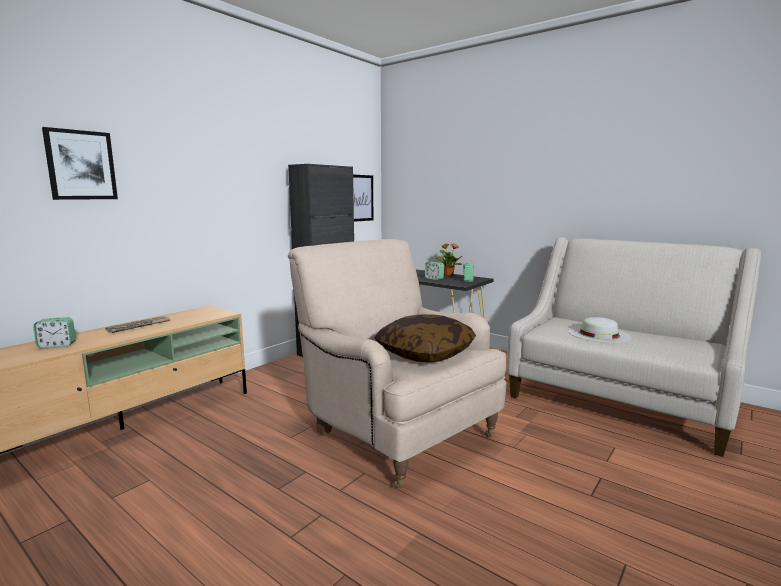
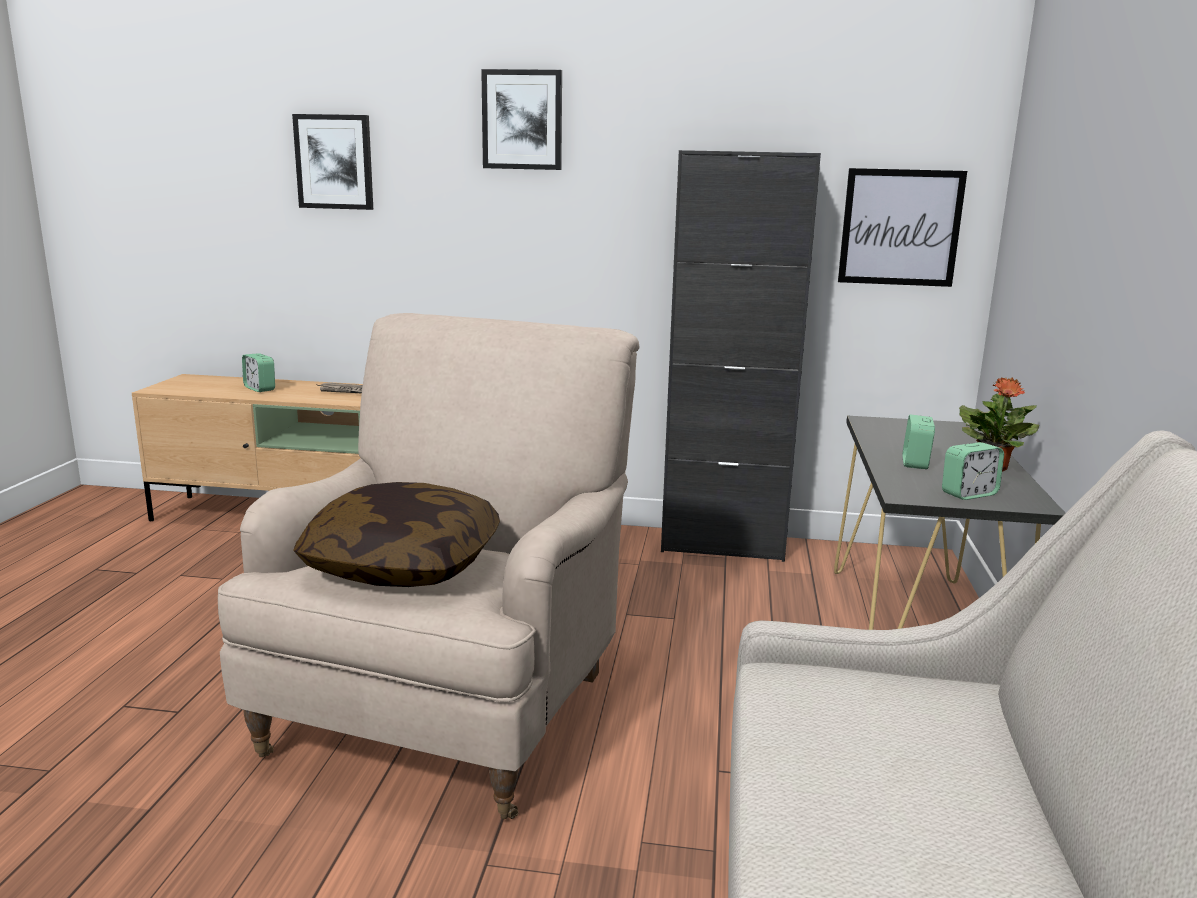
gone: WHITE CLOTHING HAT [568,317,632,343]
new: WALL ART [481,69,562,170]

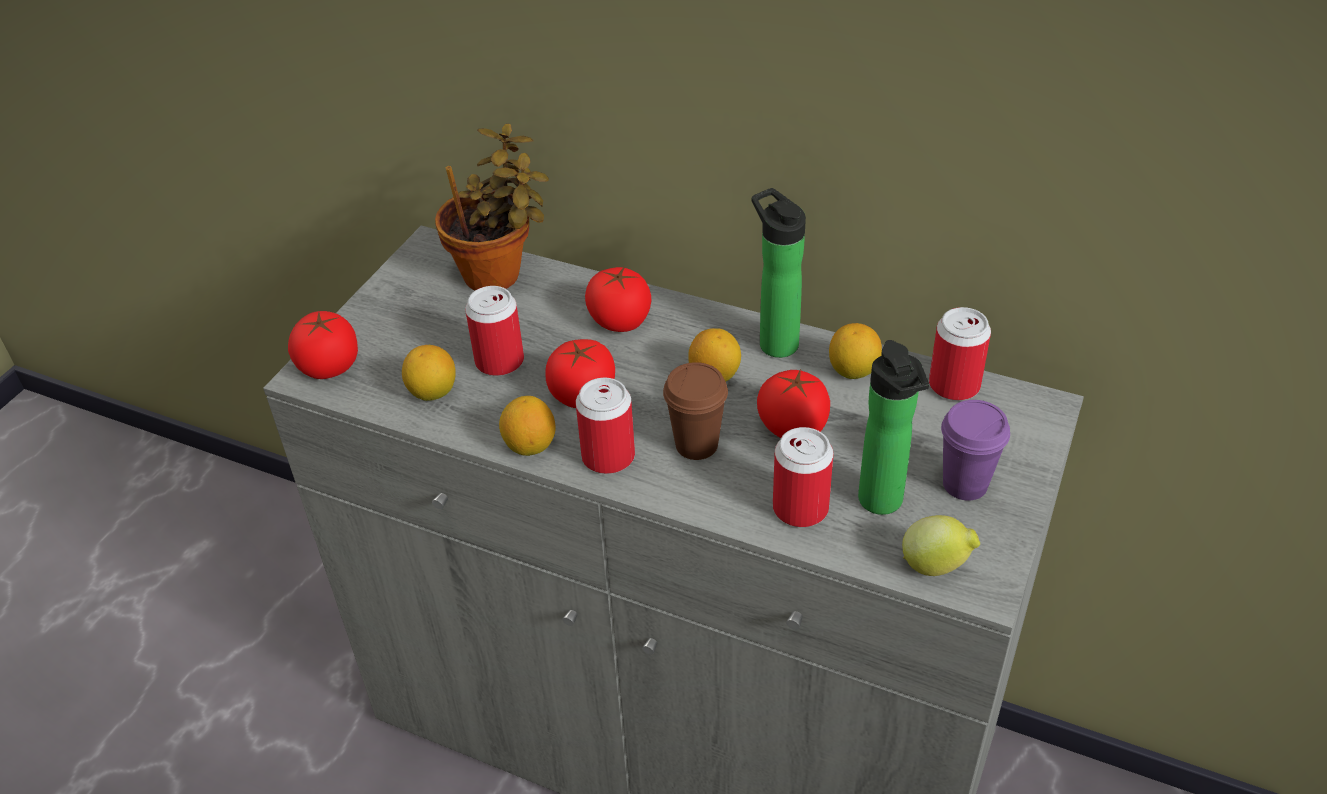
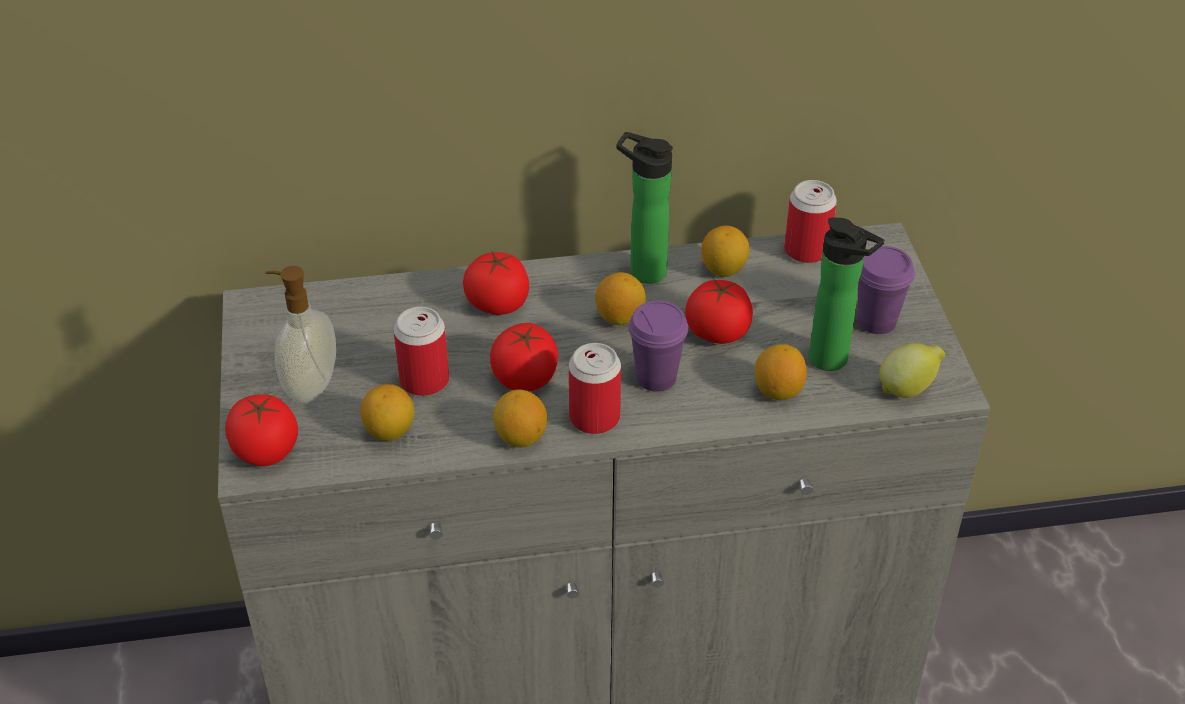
gone: HOUSEPLANT [435,123,549,290]
new: SOAP BOTTLE [265,266,336,403]
swapped: CAN [773,427,834,527] to WHOLE LEMON [755,344,807,400]
repainted: BROWNISH SMALL CUP [663,362,728,460] to PURPLE-COLOURED SMALL CUP [628,301,688,392]

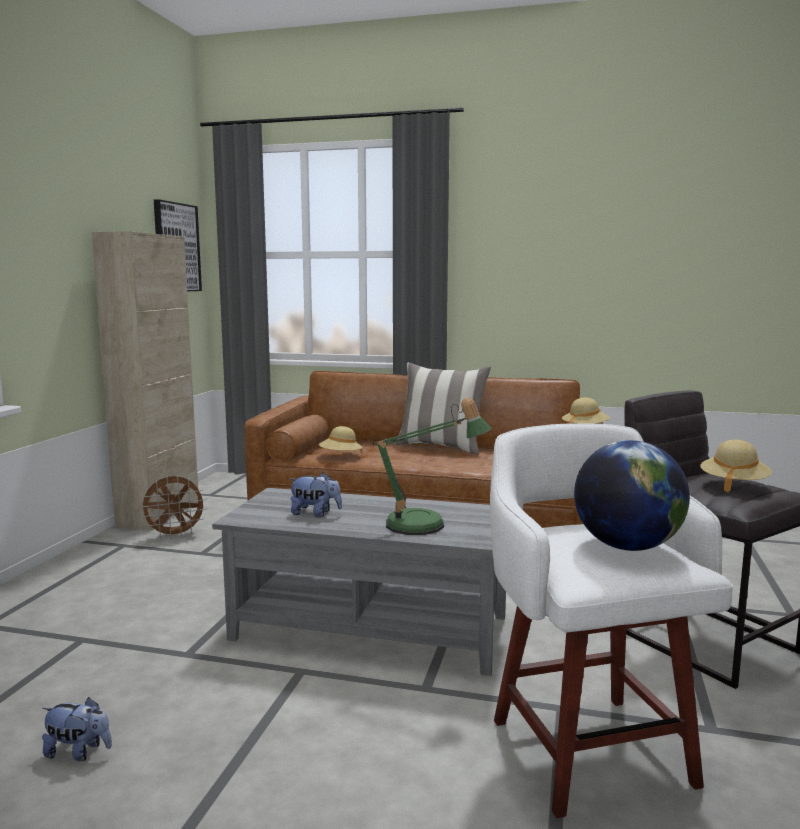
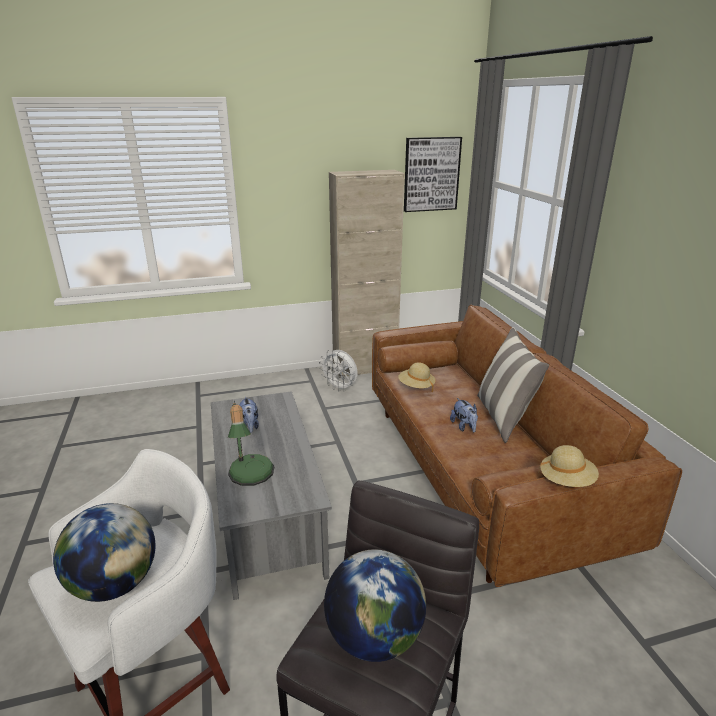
shifted: CUDDLY TOY [42,697,112,761] to [450,398,478,432]
swapped: BEIGE CLOTHING HAT [700,440,772,493] to WORLD GLOBE [324,549,426,662]
repainted: BROWNISH FAN [139,475,208,539] to WHITE FAN [319,350,357,391]

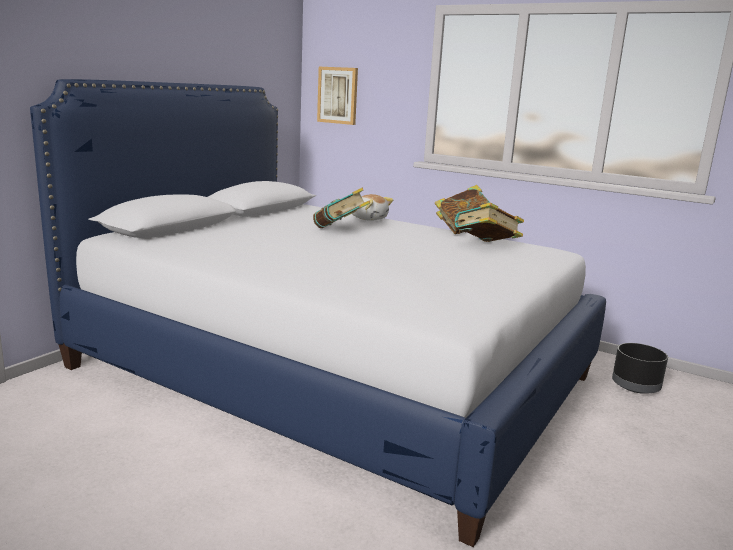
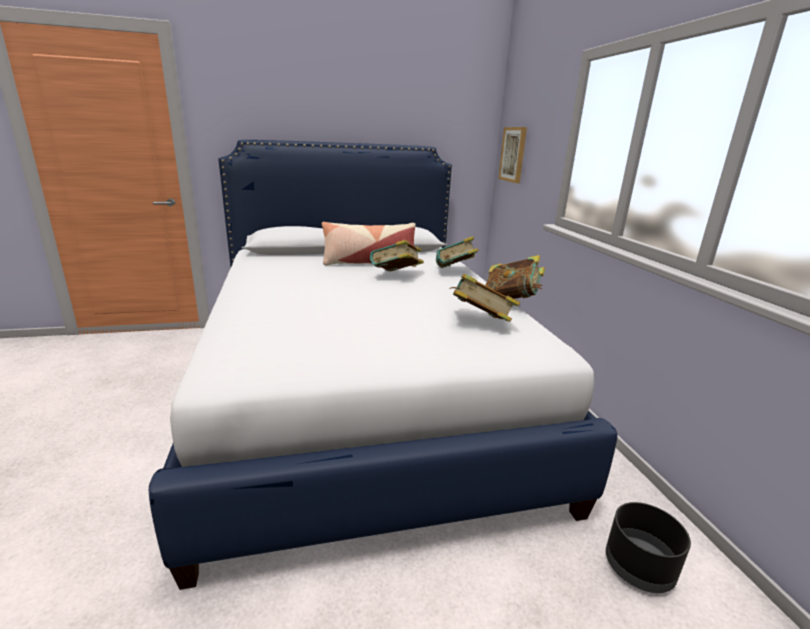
new: PILLOW [322,222,417,267]
swapped: CUDDLY TOY [352,194,394,221] to BOOK [436,236,478,268]

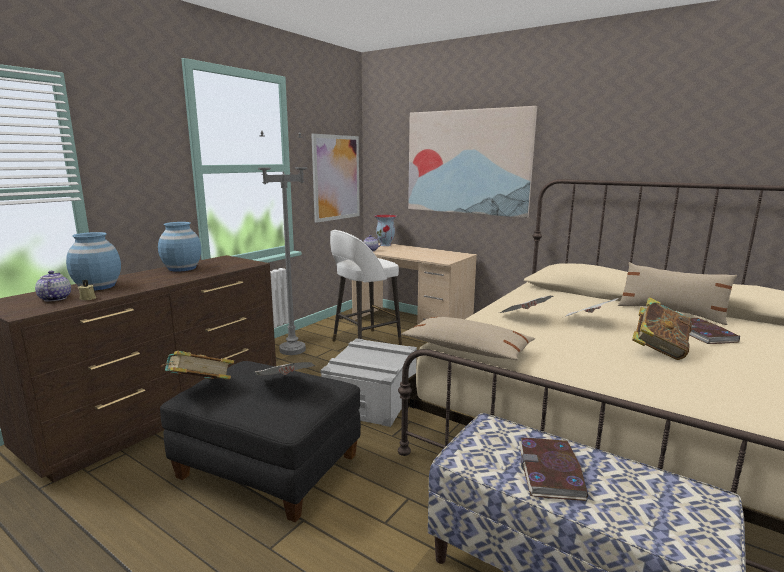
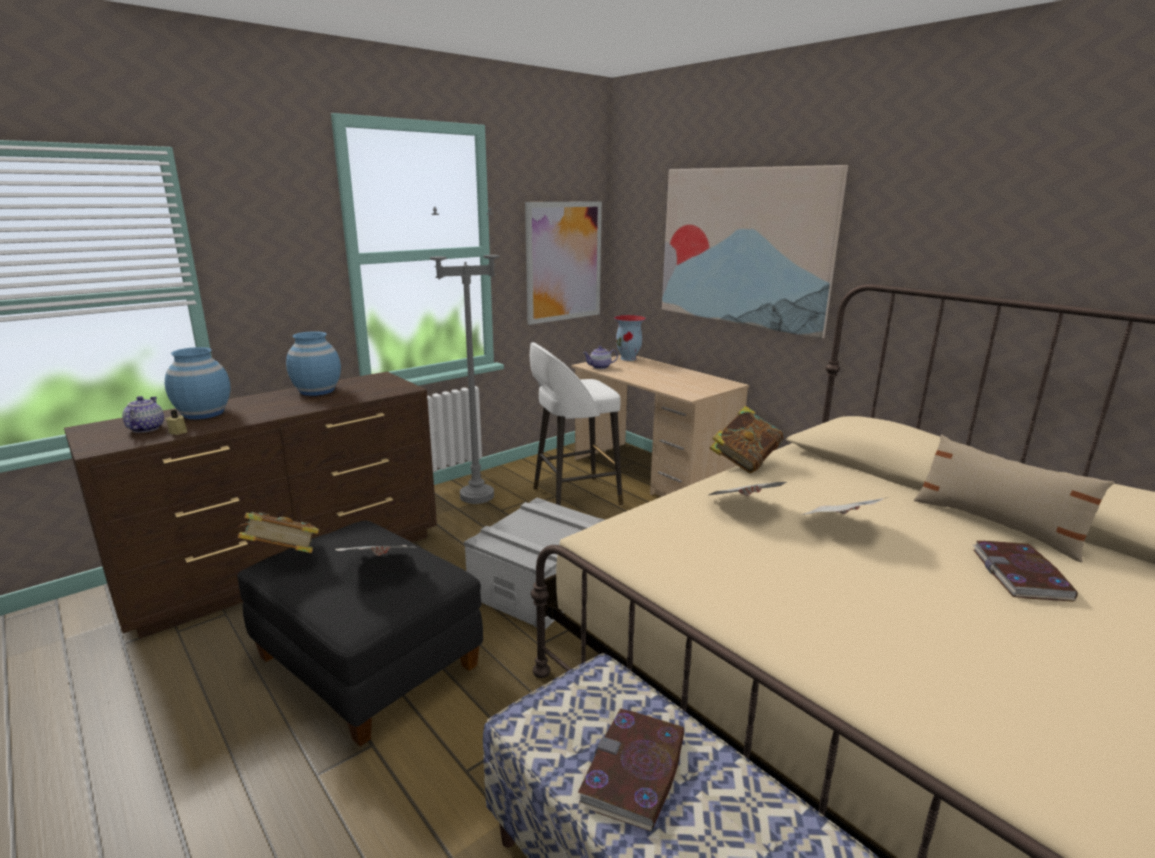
gone: BEIGE PILLOW [401,317,535,360]
shifted: BOOK [632,297,692,360] to [710,406,783,473]

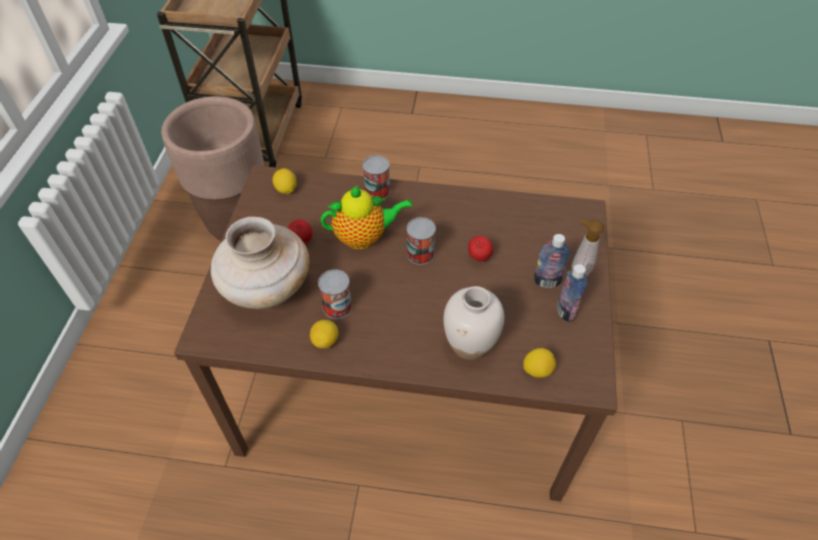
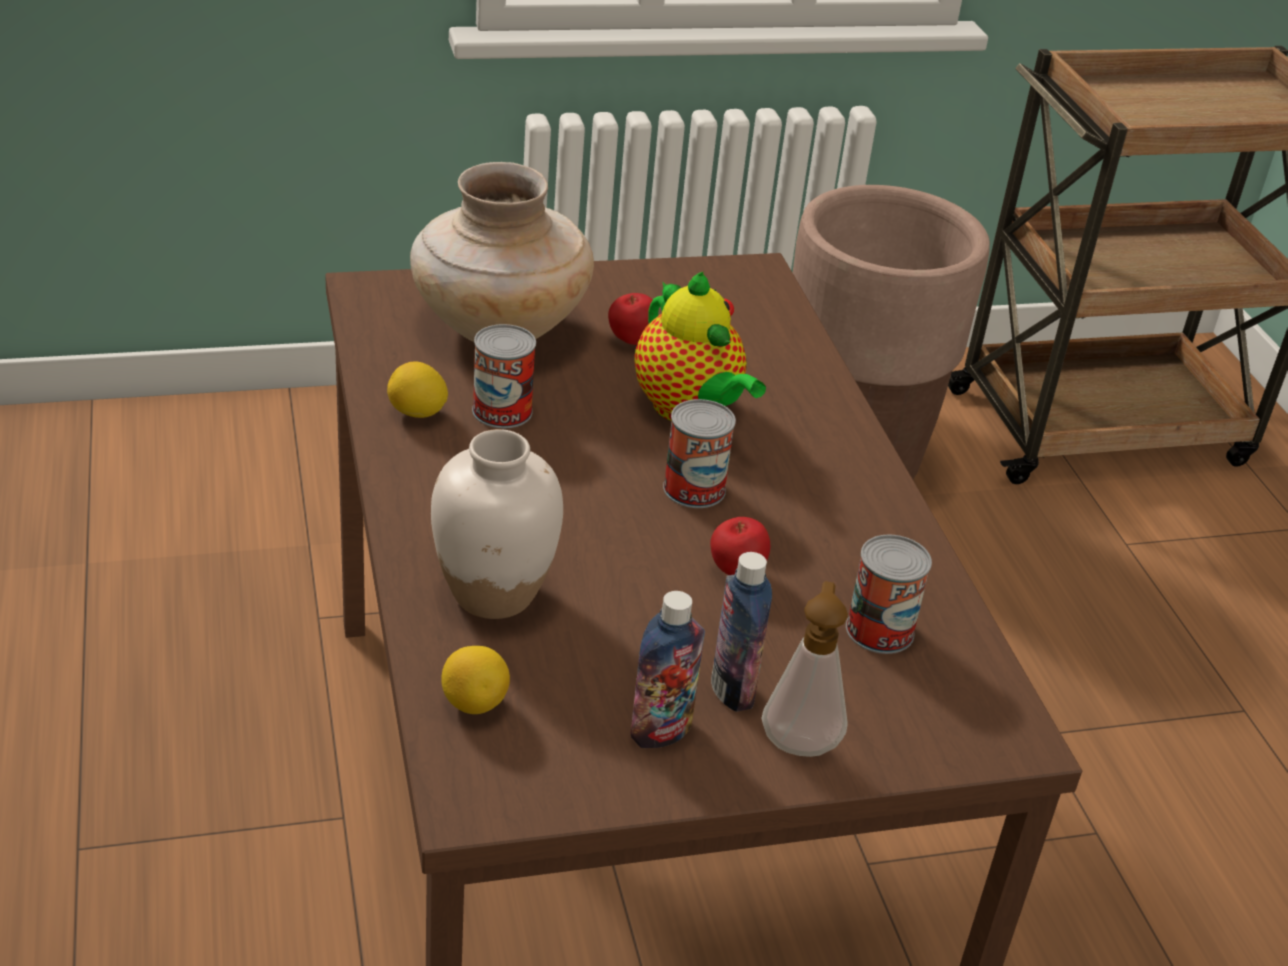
gone: WHOLE LEMON [272,168,296,194]
shifted: CAN [363,155,390,199] to [846,535,932,654]

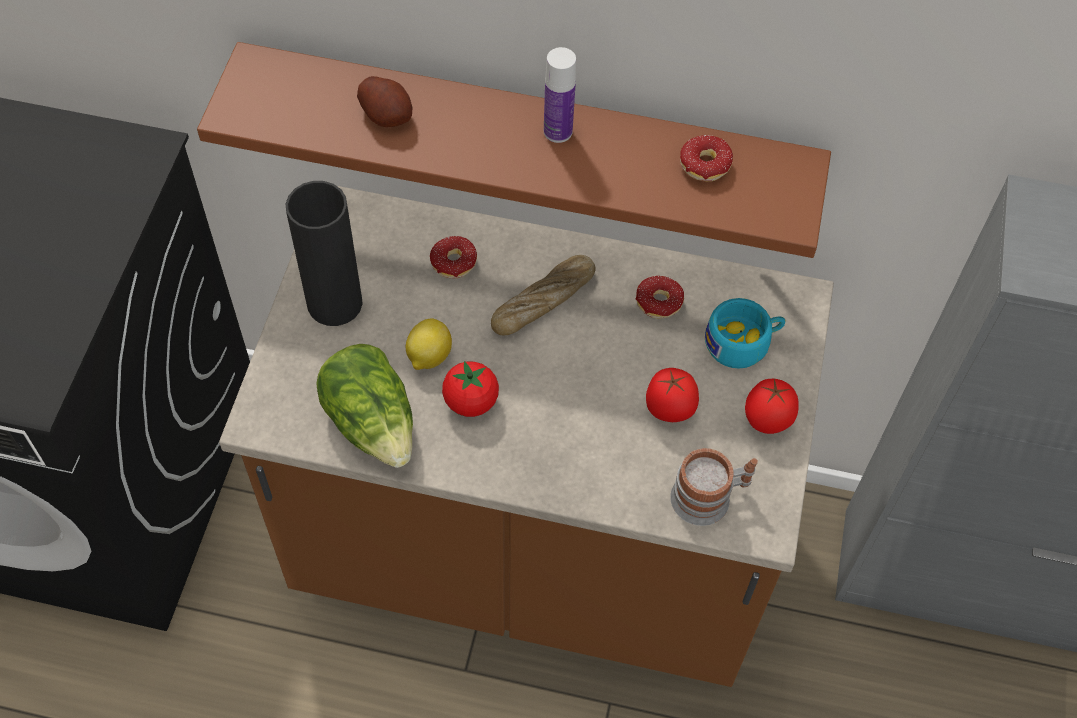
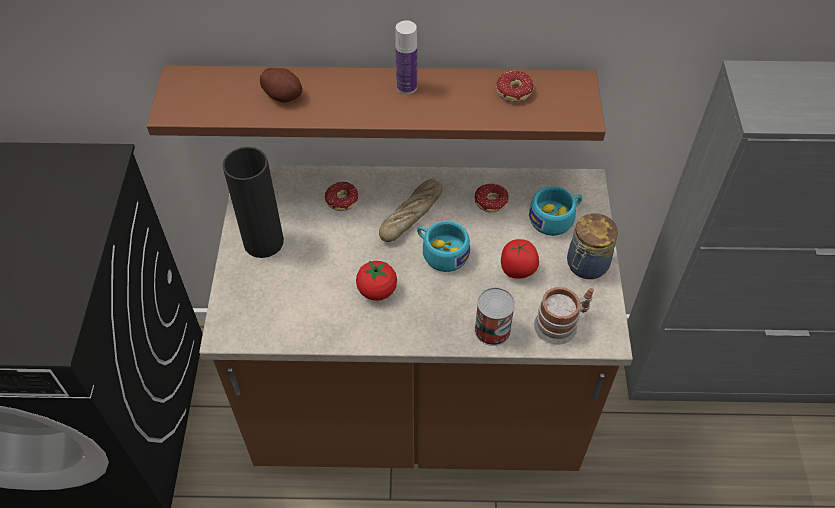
gone: LETTUCE HEAD [316,344,413,468]; WHOLE LEMON [406,318,452,370]
new: TURQUOISE-COLOURED SMALL CUP [417,221,470,272]; CAN [475,287,515,346]
swapped: WHOLE TOMATO [745,379,799,434] to JAR [567,213,618,279]

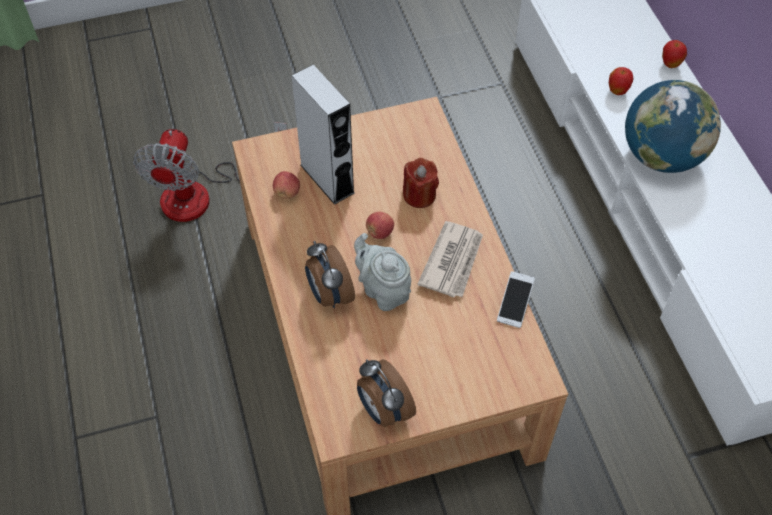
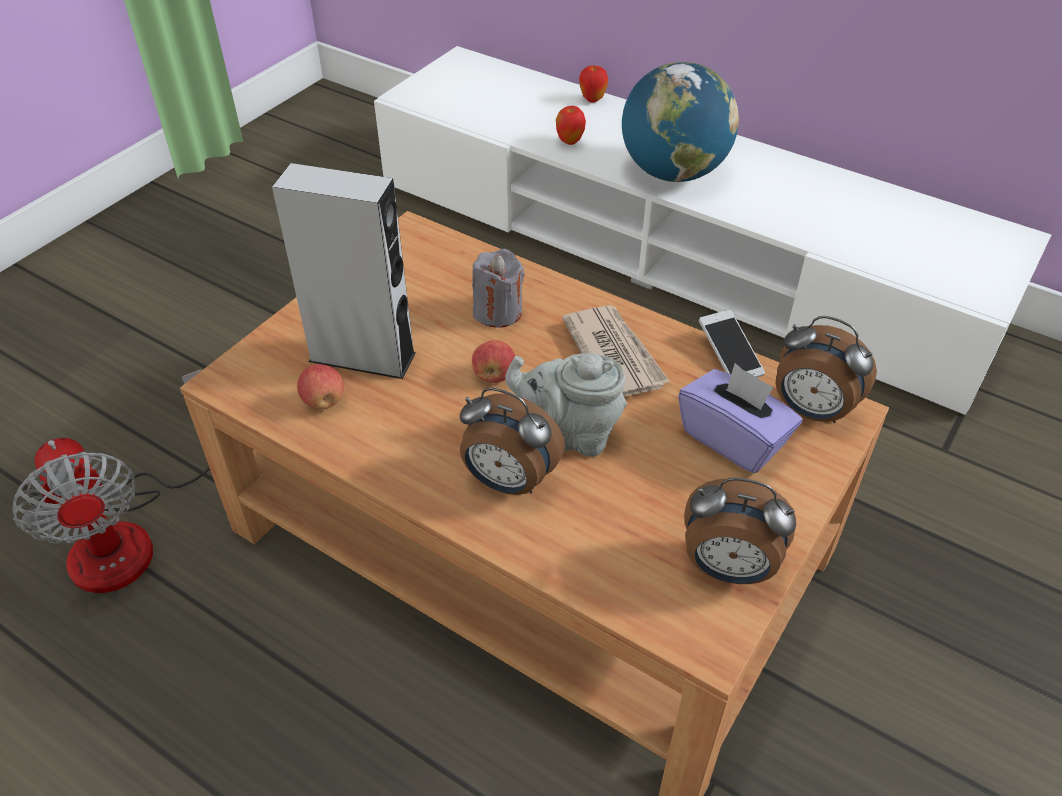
new: PURPLE-COLOURED BOX OF TISSUES [678,363,803,473]; ALARM CLOCK [776,316,877,423]
repainted: REDDISH CANDLE [403,158,439,208] to GREY CANDLE [472,249,525,328]

